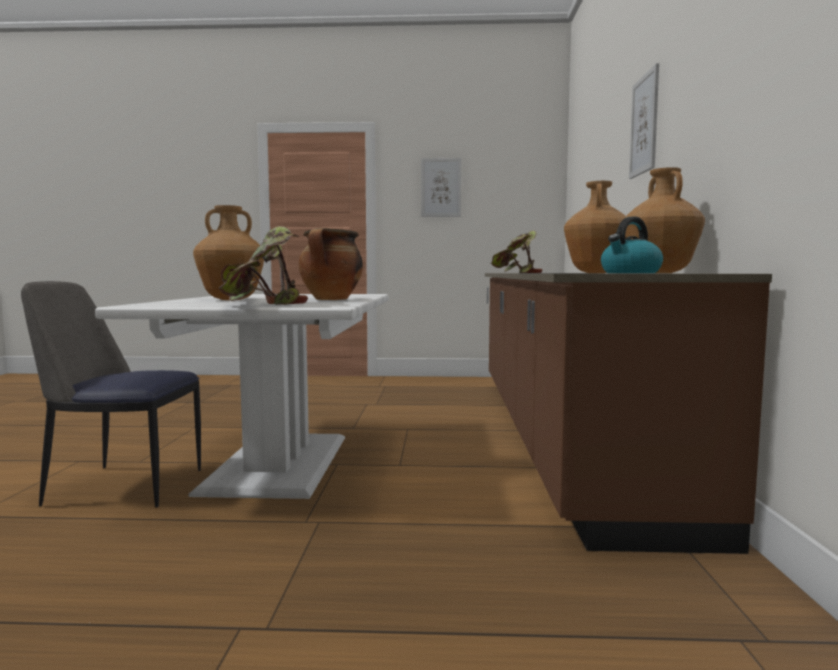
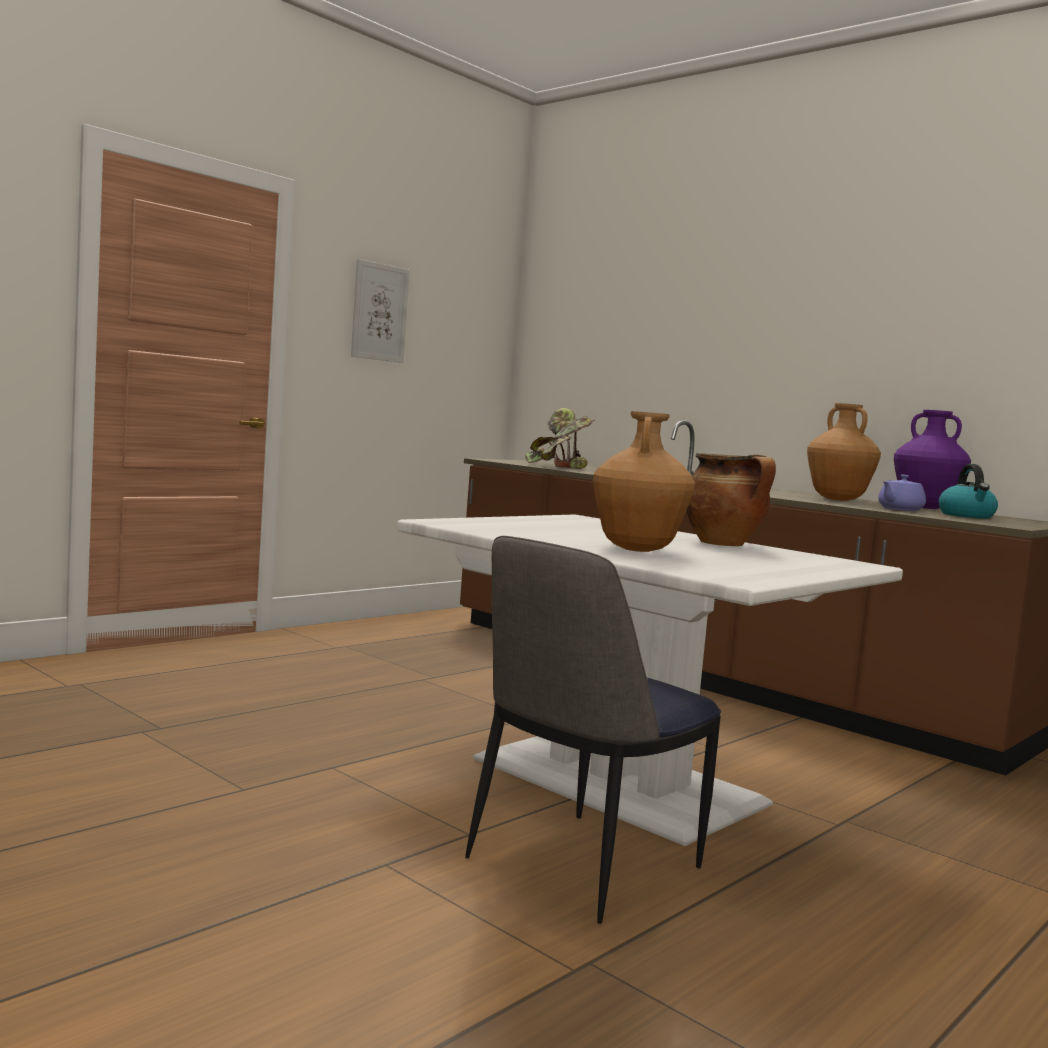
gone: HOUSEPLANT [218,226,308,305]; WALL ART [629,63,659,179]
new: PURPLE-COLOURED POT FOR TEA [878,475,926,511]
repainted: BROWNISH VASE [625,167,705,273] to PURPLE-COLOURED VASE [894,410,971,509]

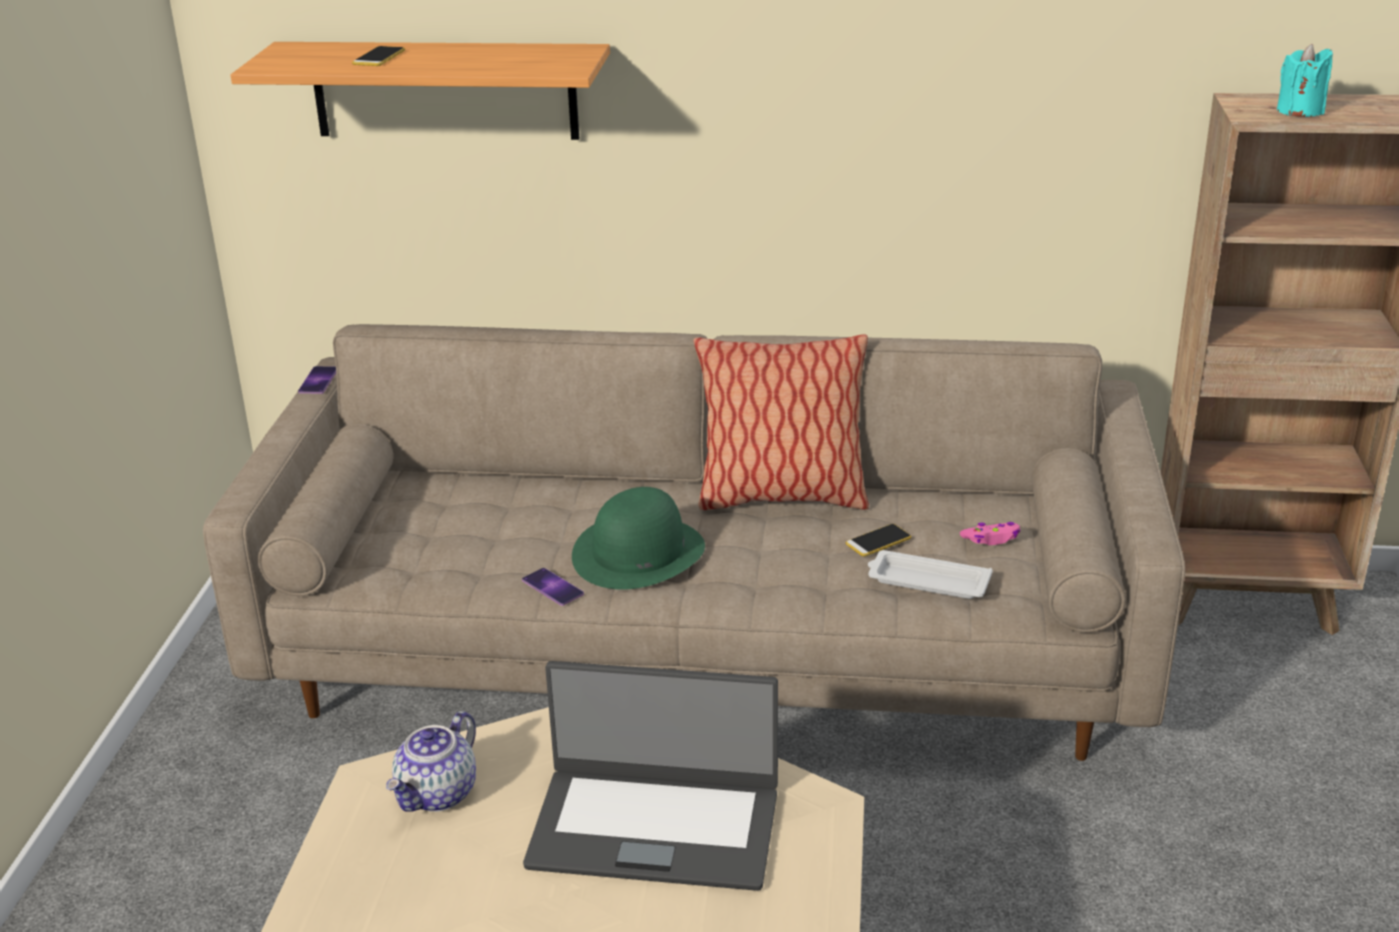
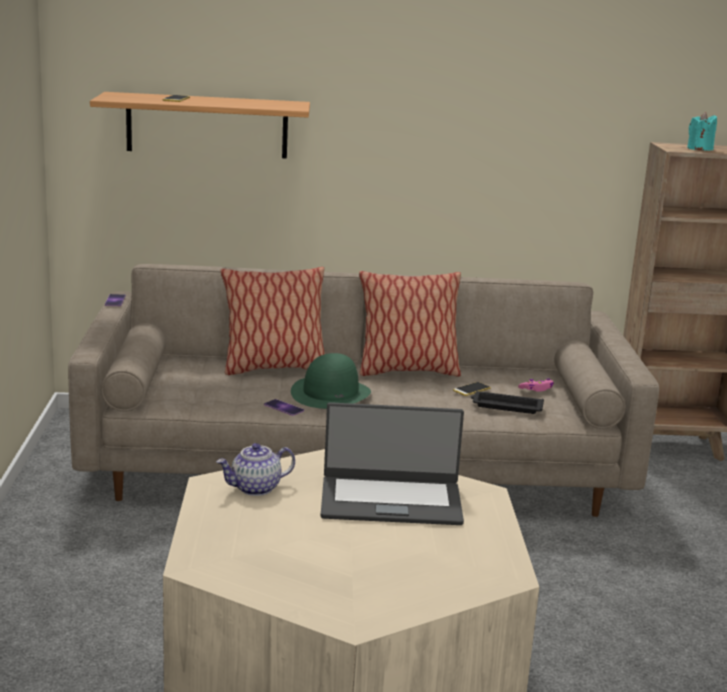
new: PILLOW [220,267,325,375]
repainted: WHITE CARRYING TRAY [868,550,993,599] to BLACK-COLOURED CARRYING TRAY [471,391,544,414]
rotated: POT FOR TEA [386,711,476,812] = [216,443,295,496] 45 degrees clockwise

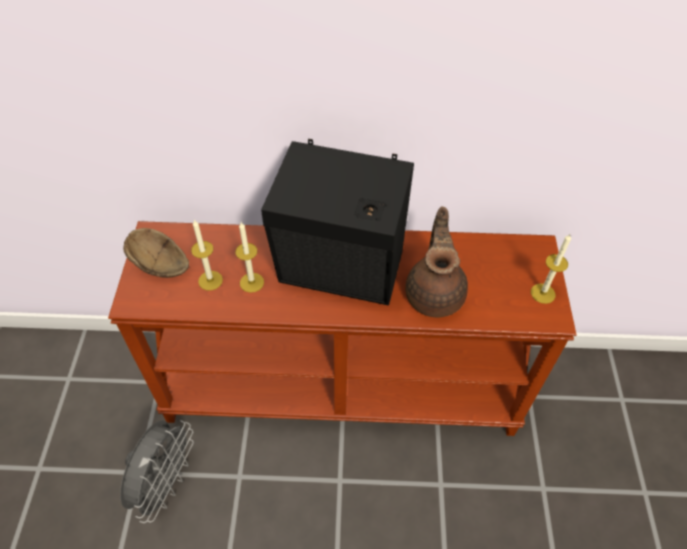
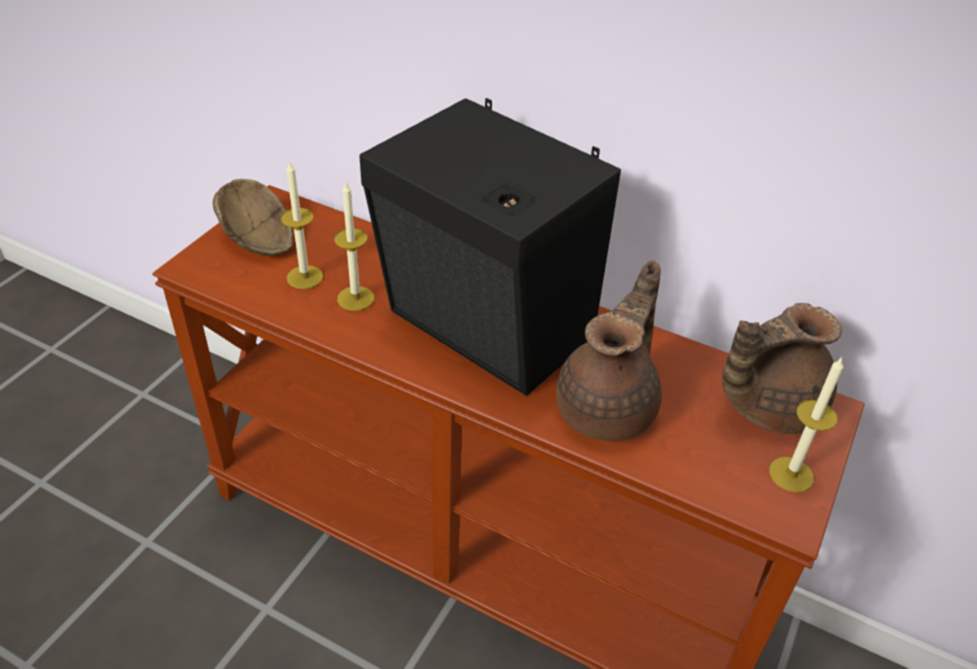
gone: GREY FAN [120,420,194,523]
new: BROWNISH POT FOR TEA [722,303,842,434]

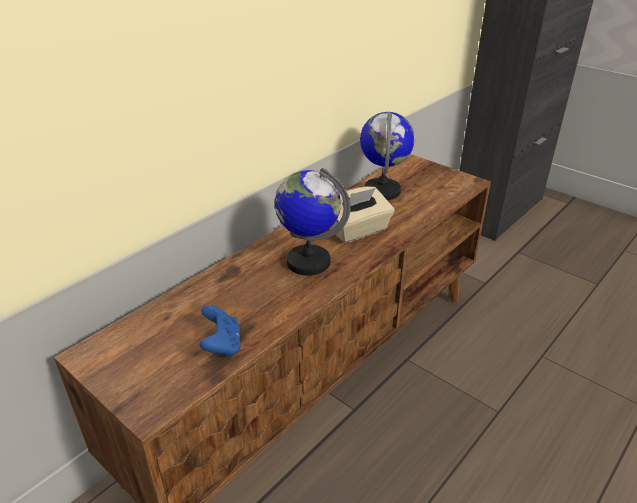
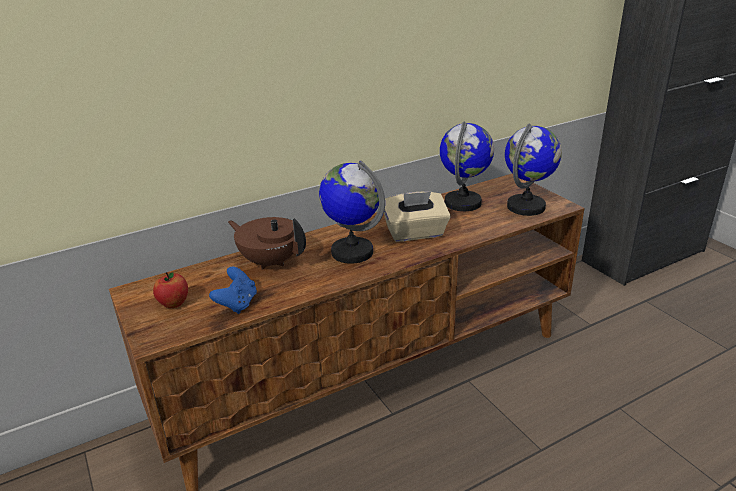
new: APPLE [153,272,188,308]; BROWNISH POT FOR TEA [228,217,306,270]; WORLD GLOBE [505,124,562,216]

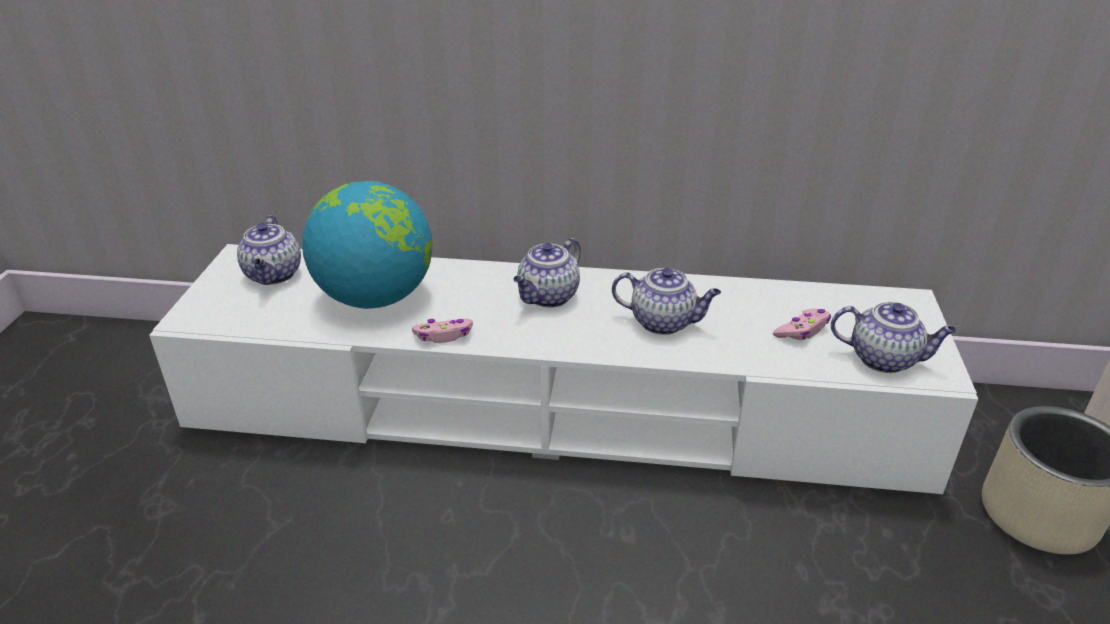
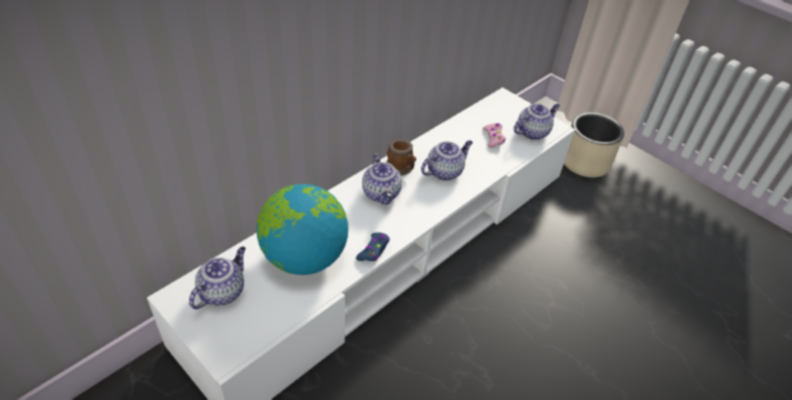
new: COFFEE MUG [386,139,416,176]
repainted: PINKISH GAME CONTROLLER [412,319,473,343] to BLUISH GAME CONTROLLER [356,232,390,261]
rotated: POT FOR TEA [237,215,301,285] = [189,247,246,309] 90 degrees counterclockwise

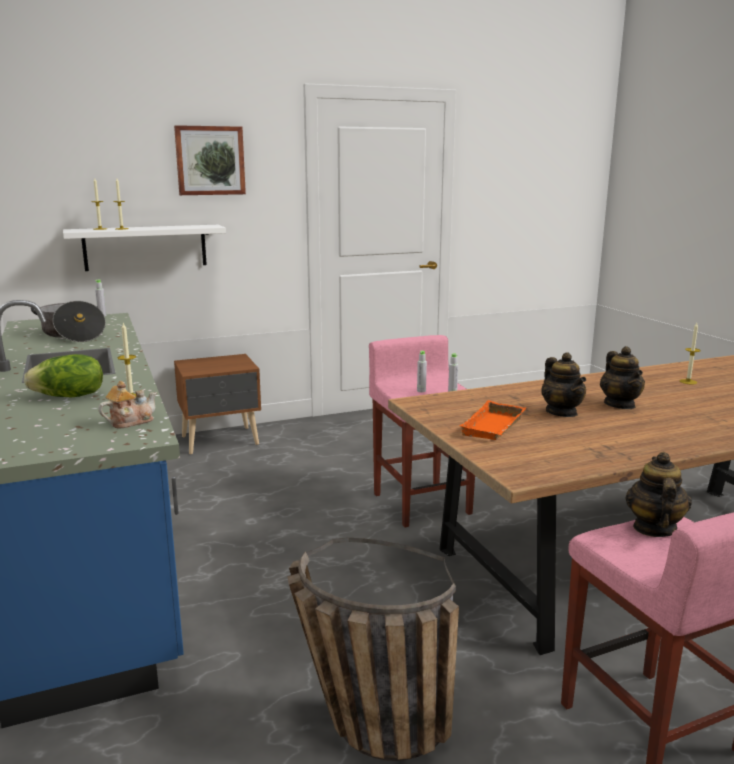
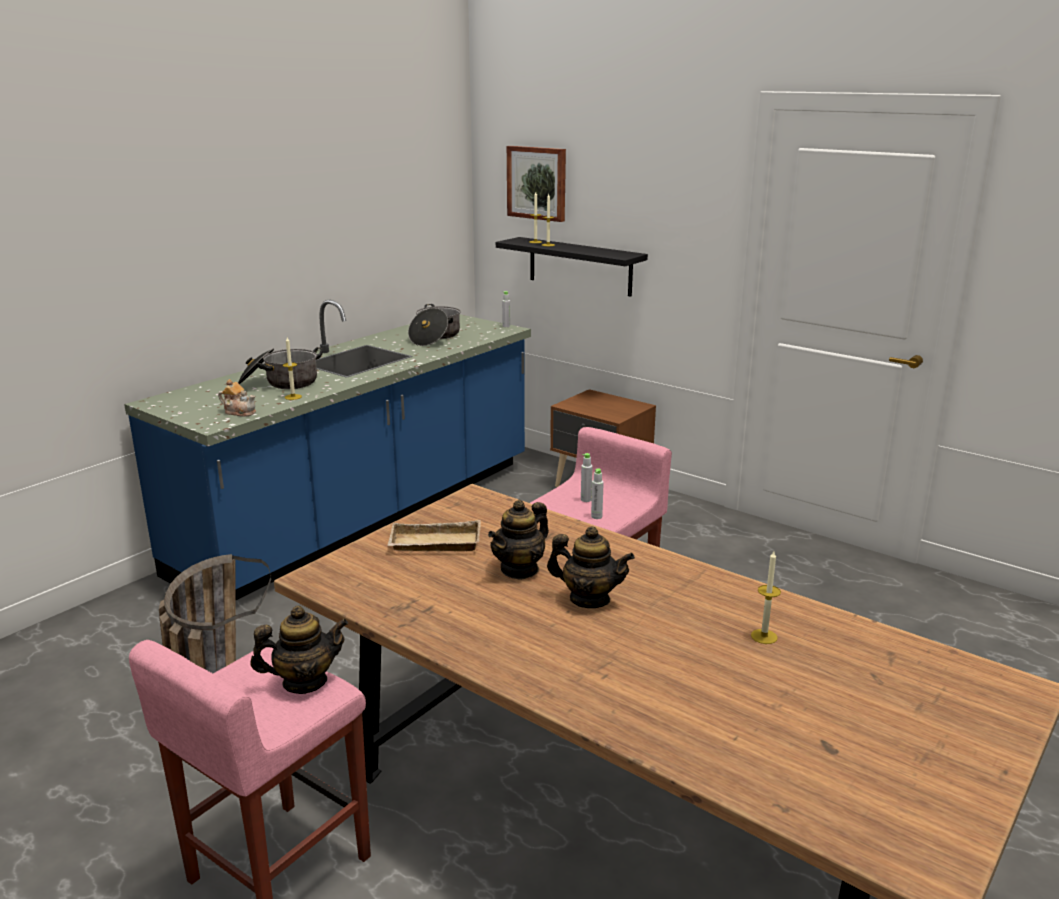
shifted: WALL ART [174,125,246,195] to [507,146,566,222]
swapped: LETTUCE HEAD [24,354,103,398] to STOCKPOT [238,347,323,389]
repainted: WHITE BRACKET SHELF [63,225,226,271] to BLACK-COLOURED BRACKET SHELF [496,237,648,297]; ORANGE CARRYING TRAY [459,400,526,440] to BEIGE CARRYING TRAY [387,520,481,551]
rotated: POT FOR TEA [600,346,645,409] = [547,526,635,608] 120 degrees counterclockwise

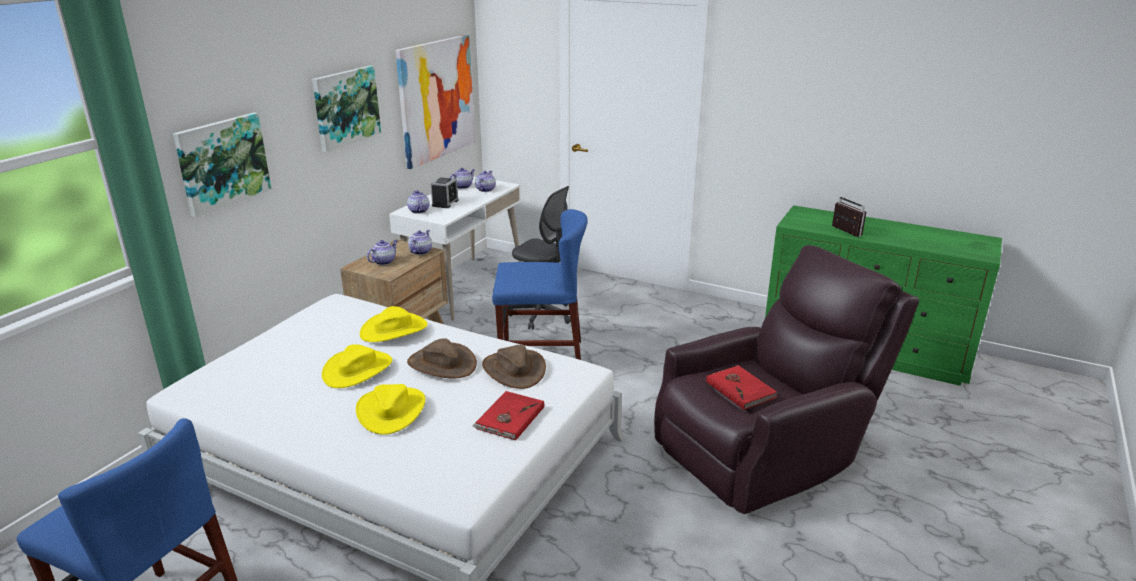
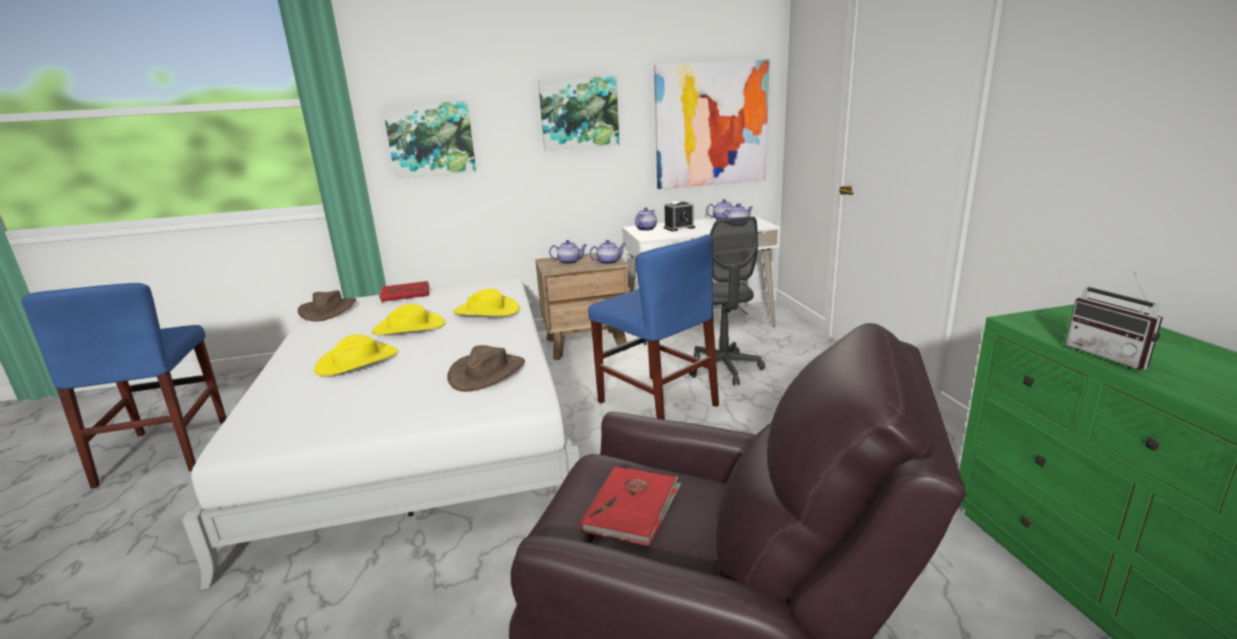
shifted: BROWNISH CLOTHING HAT [407,338,477,379] to [298,290,356,321]; REDDISH BOOK [472,391,544,441] to [379,281,430,302]
rotated: RADIO RECEIVER [832,196,866,237] = [1065,271,1163,370] 135 degrees clockwise

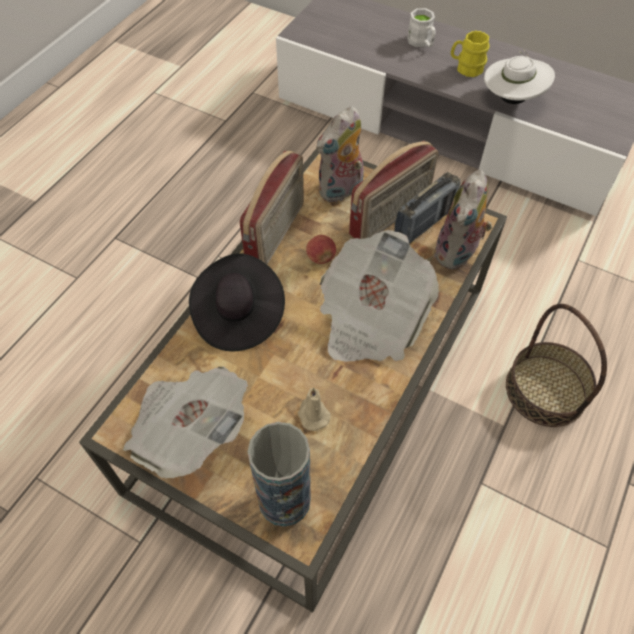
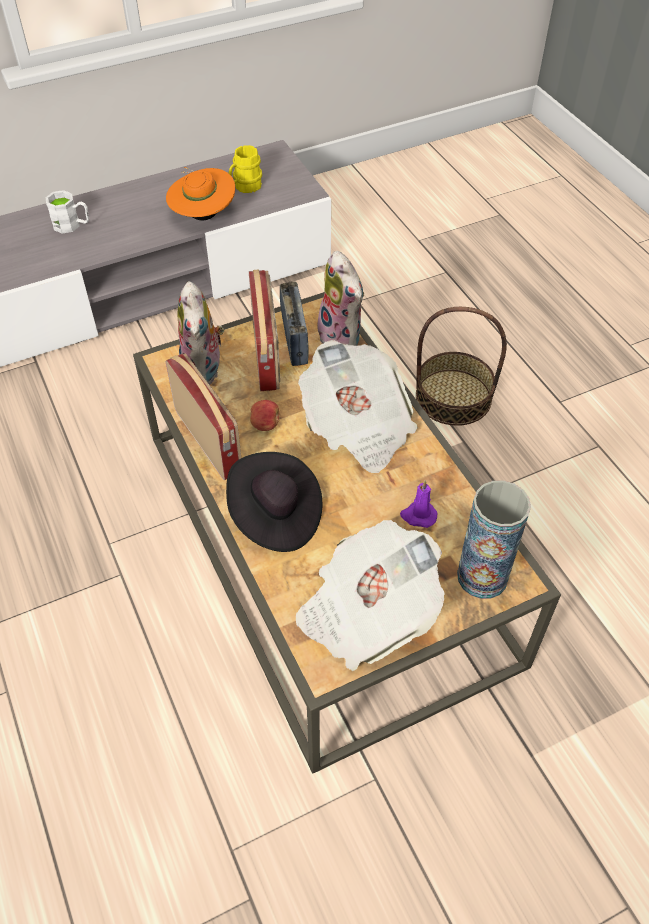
shifted: YELLOW COFFEE MUG [451,31,490,77] to [229,145,262,193]
repainted: BEIGE CANDLE [298,388,331,431] to PURPLE-COLOURED CANDLE [400,480,437,528]; WHITE CLOTHING HAT [484,49,555,104] to ORANGE CLOTHING HAT [166,167,235,220]

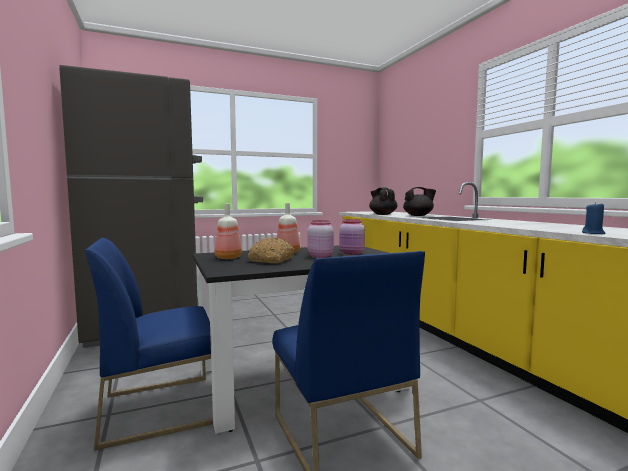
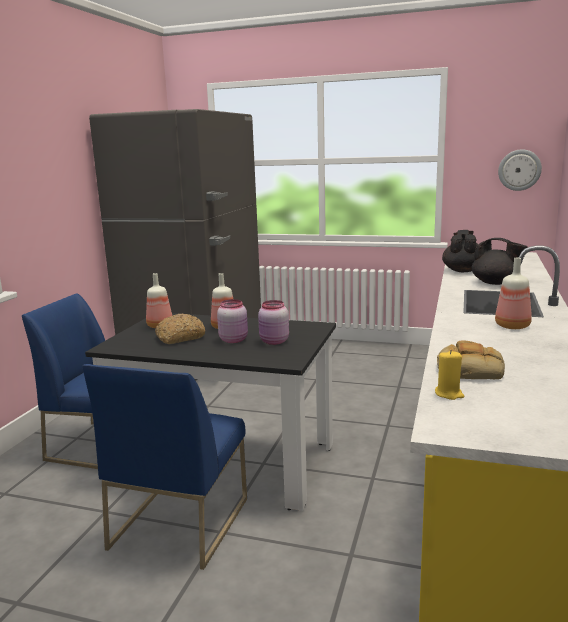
new: BREAD [437,340,505,379]; DRINK BOTTLE [495,258,532,329]; CLOCK ON THE WALL [498,149,542,191]
repainted: BLUISH CANDLE [582,202,606,234] to YELLOW CANDLE [435,350,464,400]

